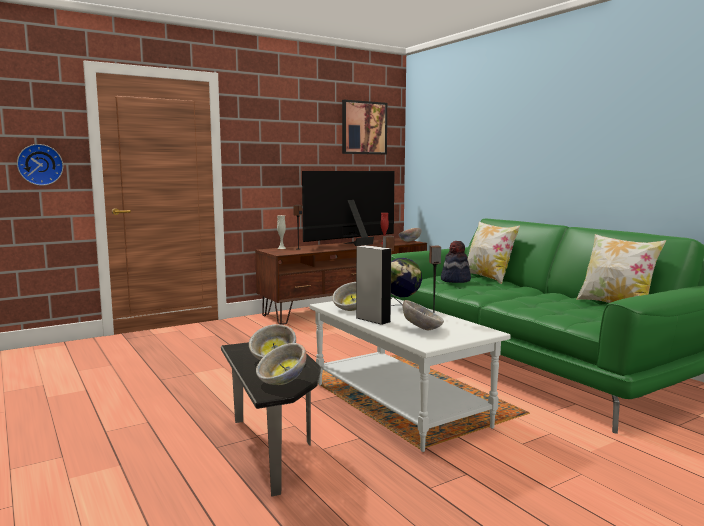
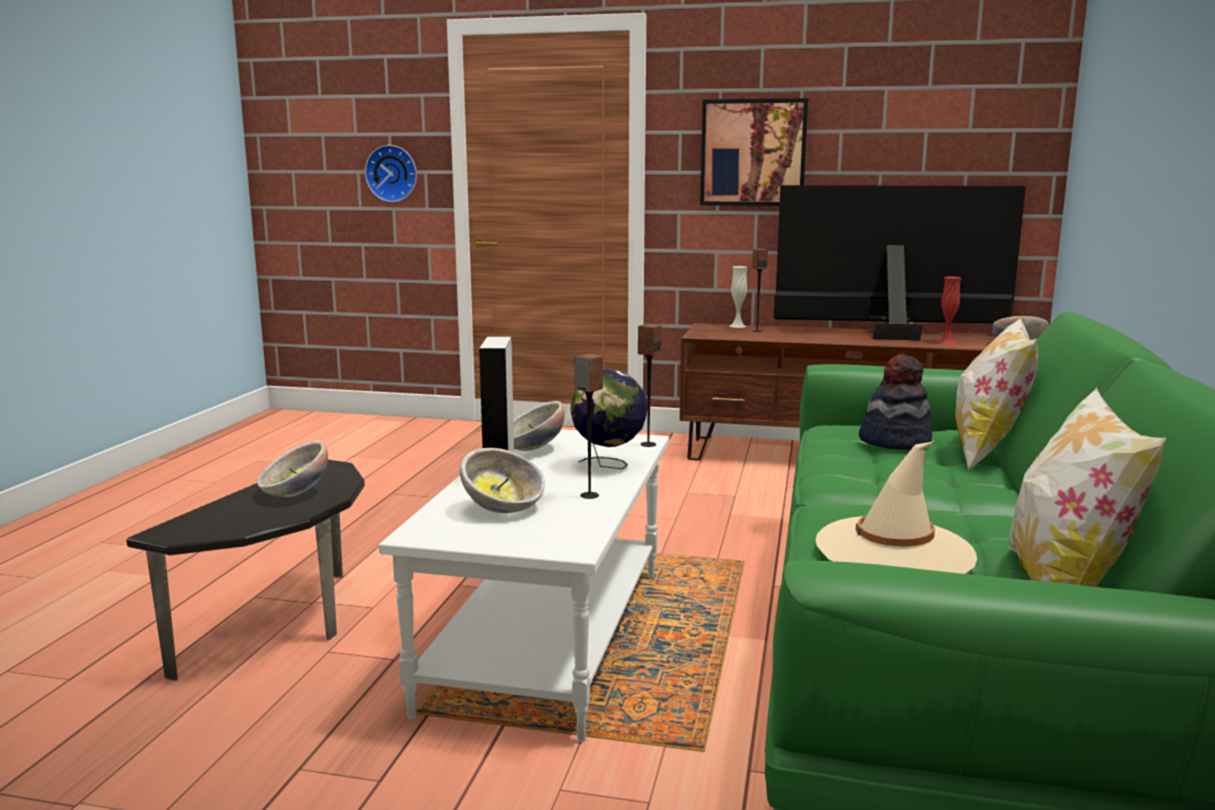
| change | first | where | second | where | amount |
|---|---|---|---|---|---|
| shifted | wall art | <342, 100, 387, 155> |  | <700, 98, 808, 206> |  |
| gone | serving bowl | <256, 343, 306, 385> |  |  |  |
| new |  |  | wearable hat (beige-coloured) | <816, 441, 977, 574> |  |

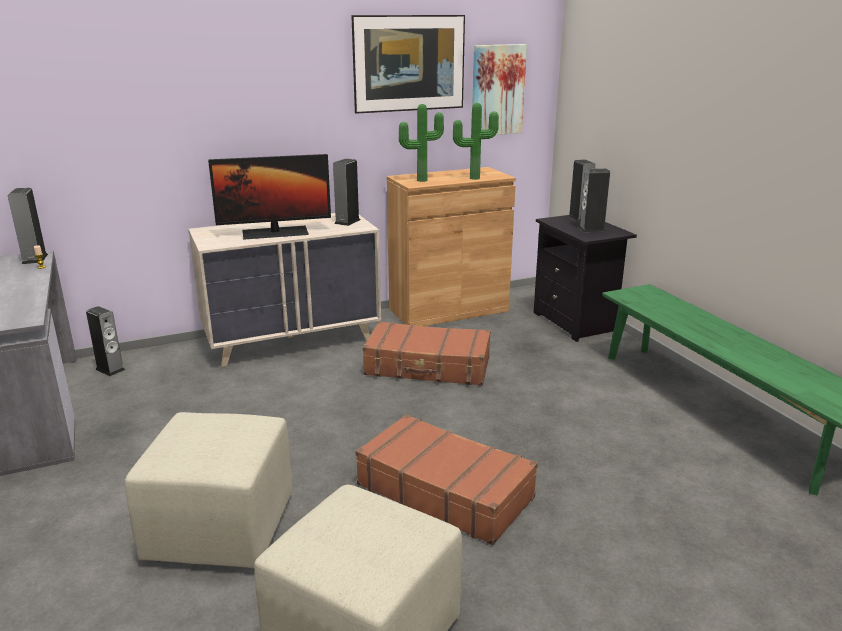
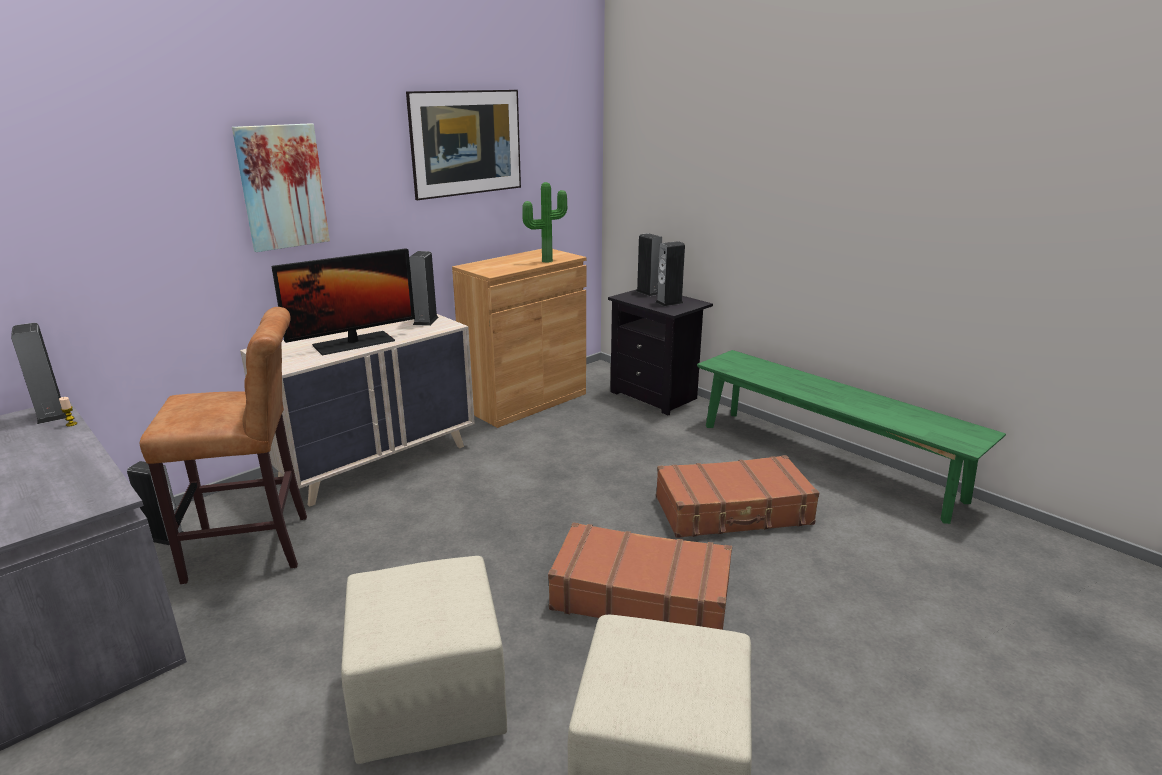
| change | first | where | second | where | amount |
|---|---|---|---|---|---|
| shifted | wall art | <472, 44, 527, 135> |  | <232, 123, 330, 252> |  |
| gone | houseplant | <399, 104, 444, 182> |  |  |  |
| shifted | travel case (brownish) | <363, 321, 491, 386> |  | <656, 455, 819, 538> |  |
| new |  |  | stool (brownish) | <140, 307, 307, 584> |  |

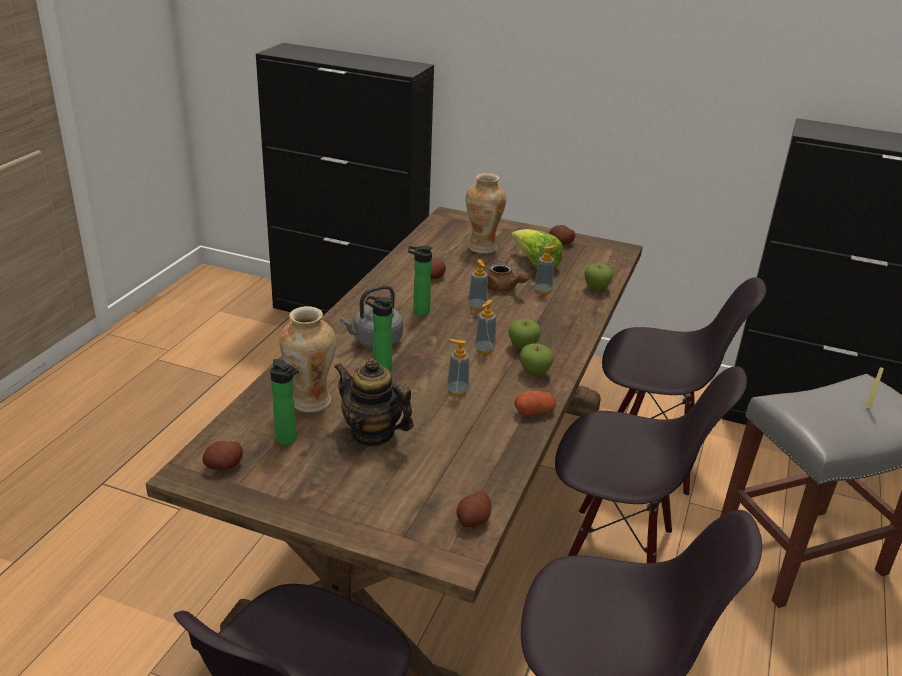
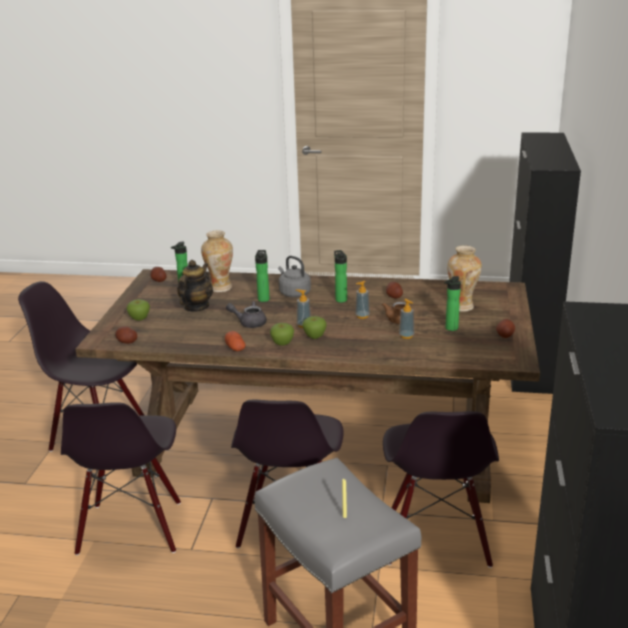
| change | first | where | second | where | amount |
|---|---|---|---|---|---|
| swapped | lettuce | <511, 229, 563, 269> | beverage bottle | <444, 276, 461, 331> |  |
| shifted | apple | <584, 263, 613, 291> |  | <127, 299, 150, 321> |  |
| swapped | soap bottle | <447, 339, 469, 396> | pot for tea (gray) | <226, 301, 267, 328> |  |

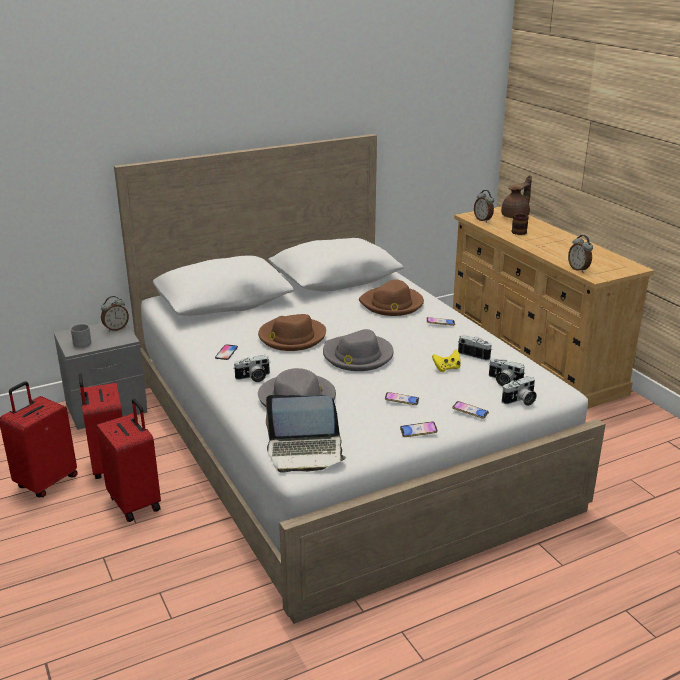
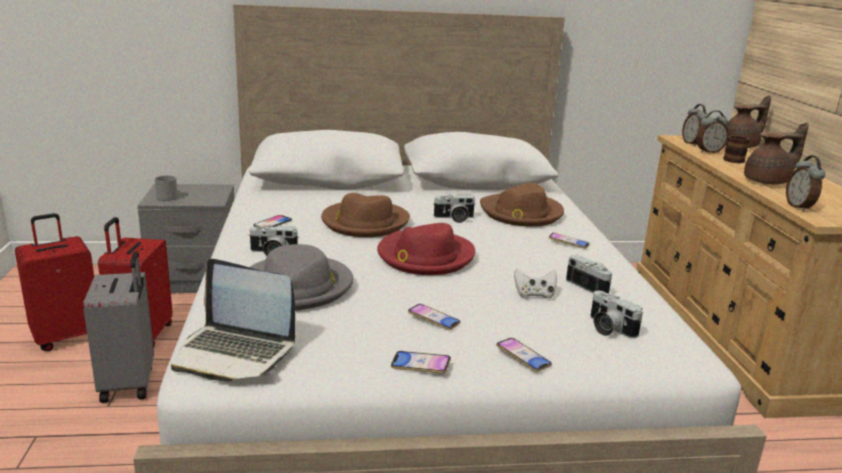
| change | first | where | second | where | amount |
|---|---|---|---|---|---|
| shifted | bedside clock | <101, 296, 129, 332> |  | <696, 110, 729, 153> |  |
| repainted | wearable hat (gray) | <323, 329, 394, 371> | wearable hat (reddish) | <377, 223, 475, 275> |  |
| repainted | gamepad (yellowish) | <432, 350, 460, 372> | gamepad (white) | <514, 269, 557, 298> |  |
| shifted | still camera | <502, 376, 537, 406> |  | <433, 195, 476, 223> |  |
| repainted | travel case (reddish) | <96, 399, 161, 522> | travel case (gray) | <83, 251, 154, 403> |  |
| new |  |  | pot for tea (brownish) | <744, 122, 809, 185> |  |

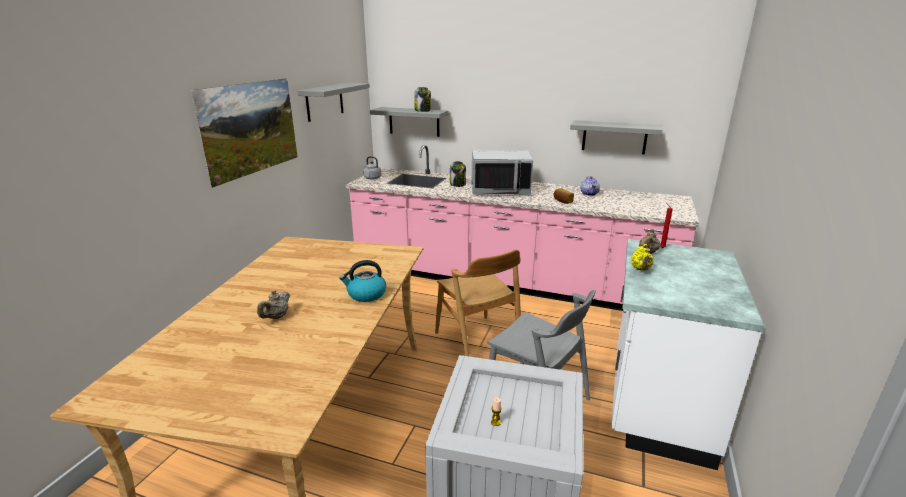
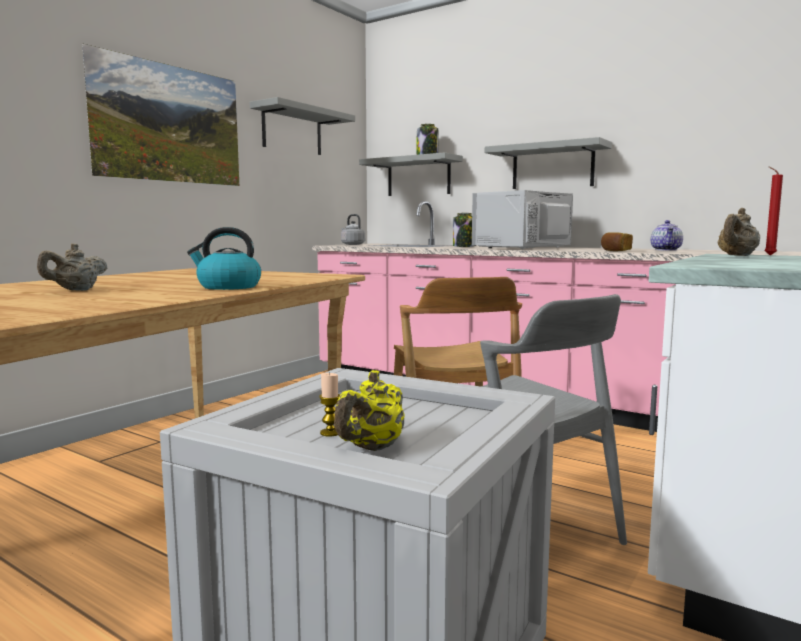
| change | first | where | second | where | amount |
|---|---|---|---|---|---|
| shifted | bracket shelf (gray) | <570, 120, 662, 154> |  | <485, 137, 612, 189> |  |
| rotated | microwave (gray) | <472, 151, 533, 195> |  | <472, 190, 573, 249> | 120 degrees clockwise |
| shifted | pot for tea (yellowish) | <631, 244, 654, 271> |  | <334, 370, 404, 451> |  |

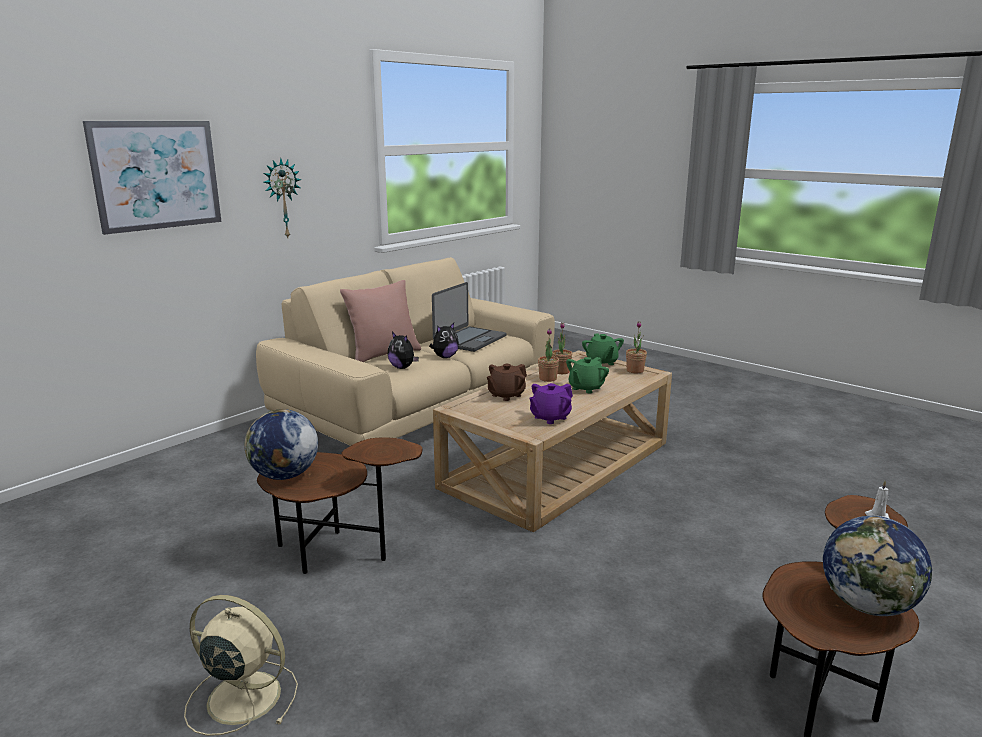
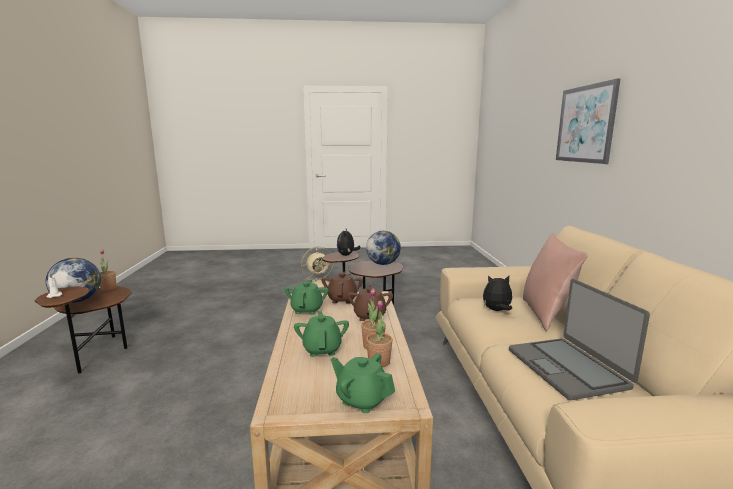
| change | first | where | second | where | amount |
|---|---|---|---|---|---|
| gone | clock on the wall | <264, 157, 301, 238> |  |  |  |
| shifted | houseplant | <626, 321, 647, 373> |  | <98, 249, 116, 291> |  |
| shifted | cuddly toy | <429, 323, 459, 358> |  | <337, 229, 361, 256> |  |
| repainted | pot for tea (purple-coloured) | <530, 383, 573, 424> | pot for tea (green) | <284, 280, 329, 315> |  |
| new |  |  | pot for tea (brownish) | <321, 272, 363, 304> |  |

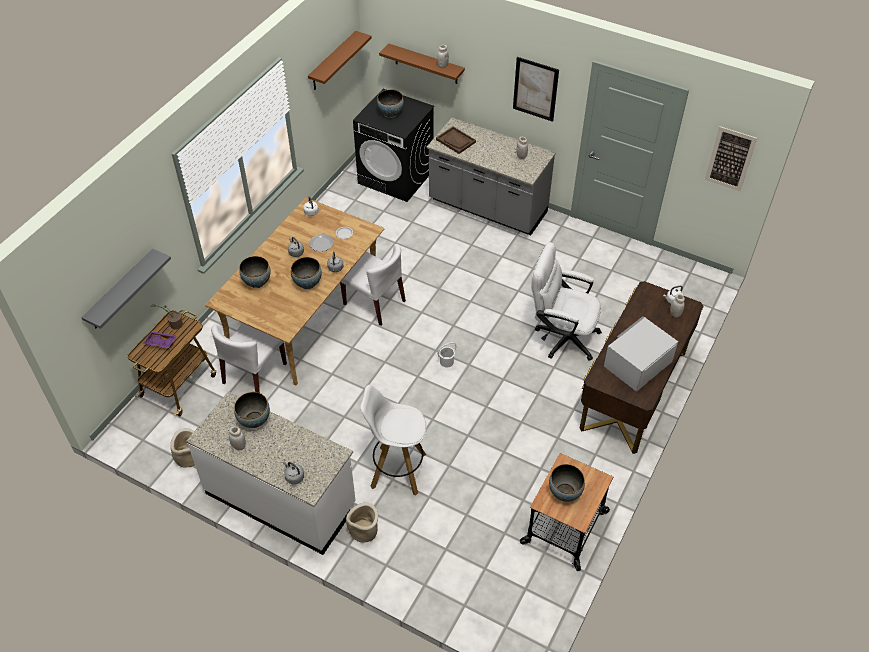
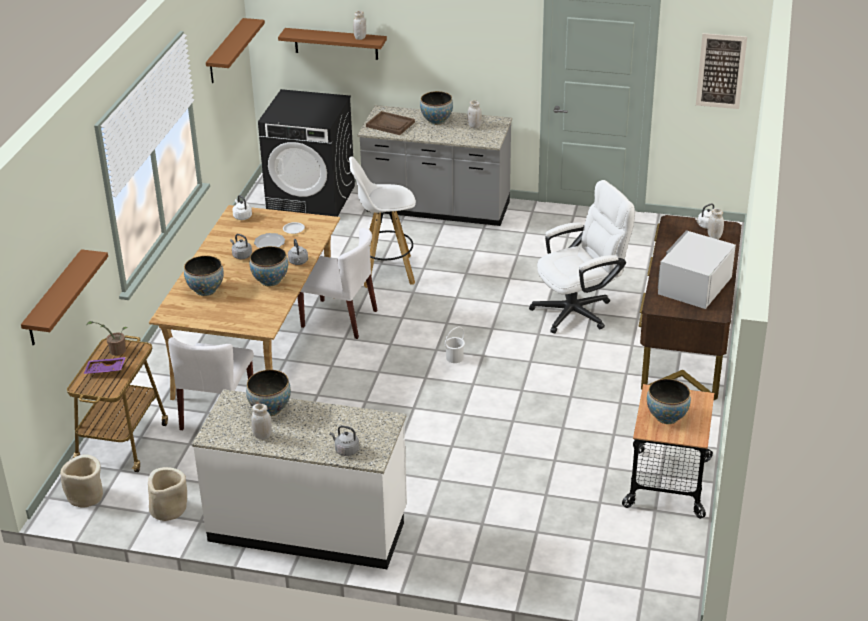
| change | first | where | second | where | amount |
|---|---|---|---|---|---|
| gone | wall art | <513, 57, 559, 122> |  |  |  |
| shifted | serving bowl | <377, 89, 404, 118> |  | <420, 91, 453, 125> |  |
| rotated | computer chair (white) | <531, 242, 602, 361> |  | <529, 180, 635, 334> | 150 degrees clockwise |
| repainted | bracket shelf (gray) | <81, 249, 171, 329> | bracket shelf (brownish) | <21, 249, 108, 346> |  |
| shifted | stool (white) | <360, 385, 426, 496> |  | <349, 156, 416, 288> |  |
| shifted | planter (beige-coloured) | <346, 502, 378, 543> |  | <60, 455, 103, 507> |  |

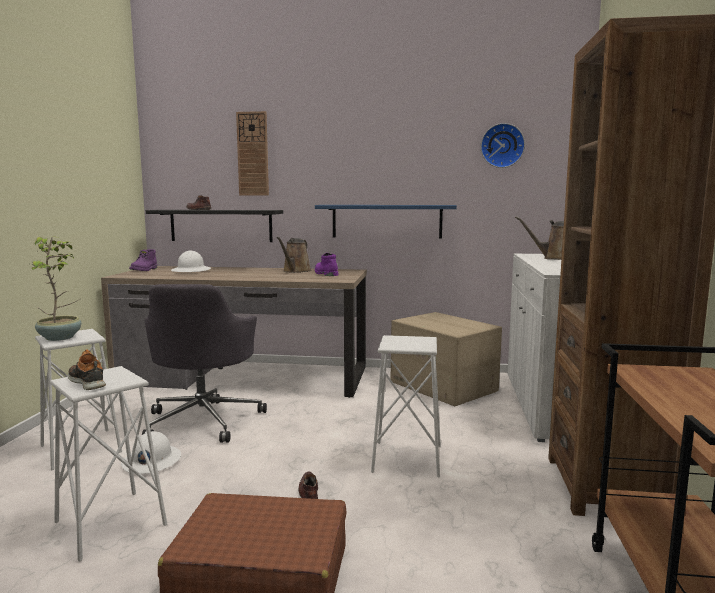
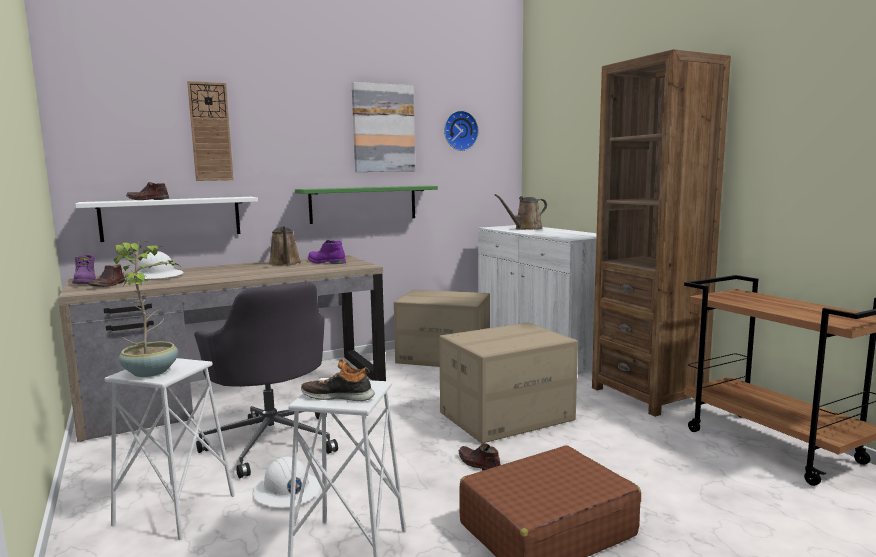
| change | first | where | second | where | amount |
|---|---|---|---|---|---|
| repainted | bracket shelf (blue-coloured) | <315, 205, 457, 239> | bracket shelf (green) | <295, 186, 438, 224> |  |
| repainted | bracket shelf (blackish) | <146, 210, 283, 242> | bracket shelf (white) | <75, 197, 258, 242> |  |
| swapped | stool (white) | <371, 335, 441, 477> | packing box | <439, 322, 578, 443> |  |
| new |  |  | wall art | <352, 82, 415, 172> |  |
| new |  |  | item of footwear (brownish) | <89, 264, 126, 287> |  |

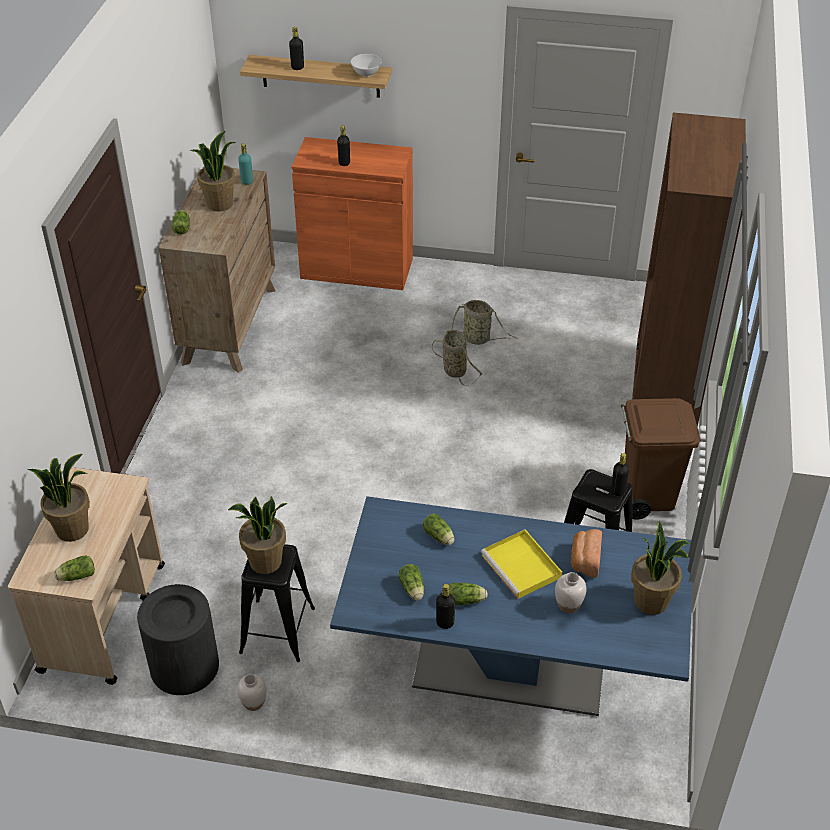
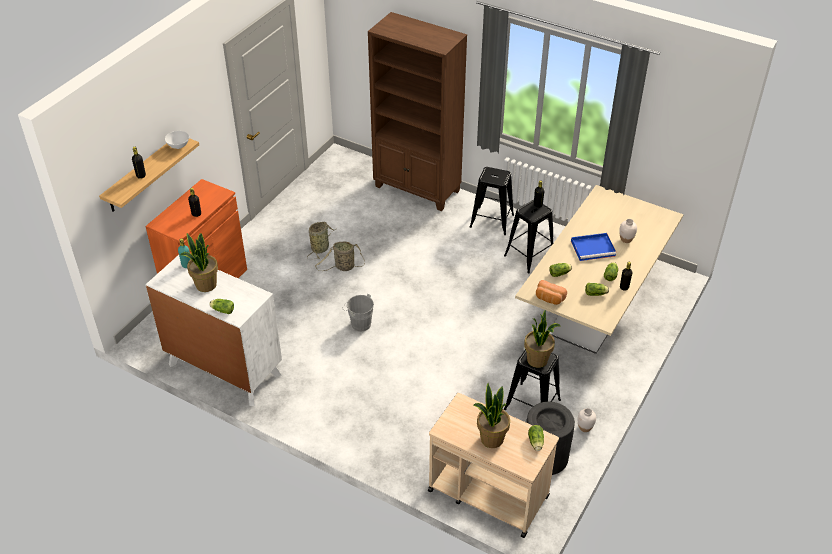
| change | first | where | second | where | amount |
|---|---|---|---|---|---|
| repainted | chest of drawers (brownish) | <159, 166, 275, 373> | chest of drawers (white) | <146, 255, 282, 406> |  |
| swapped | rubbish bin (brownish) | <621, 398, 701, 520> | stool (blackish) | <470, 167, 514, 235> |  |
| repainted | dinner table (blue-coloured) | <330, 496, 692, 716> | dinner table (beige-coloured) | <515, 185, 684, 354> |  |
| gone | houseplant | <631, 521, 690, 615> |  |  |  |
| repainted | tray (yellowish) | <481, 529, 562, 599> | tray (blue-coloured) | <571, 233, 617, 261> |  |
| shifted | baked bread | <571, 529, 602, 578> |  | <536, 280, 567, 305> |  |
| new |  |  | bucket (gray) | <343, 294, 374, 332> |  |

